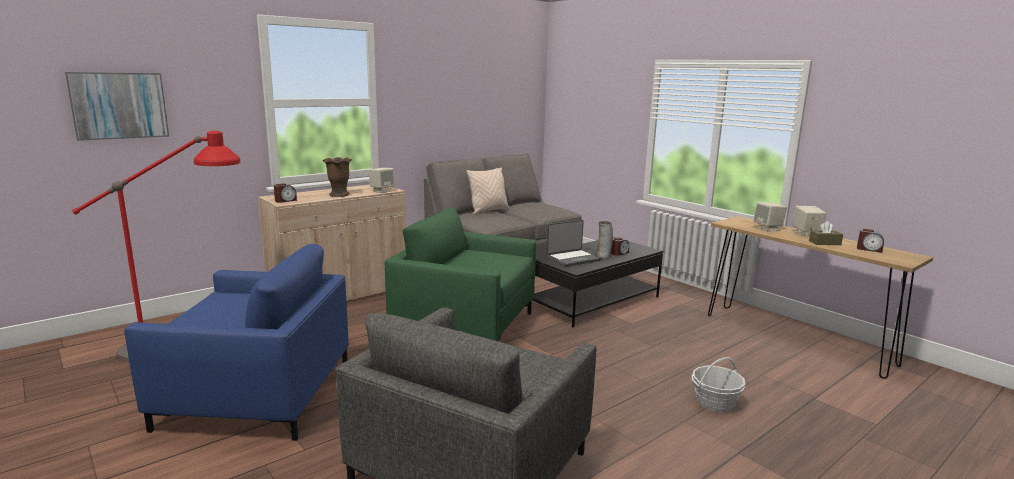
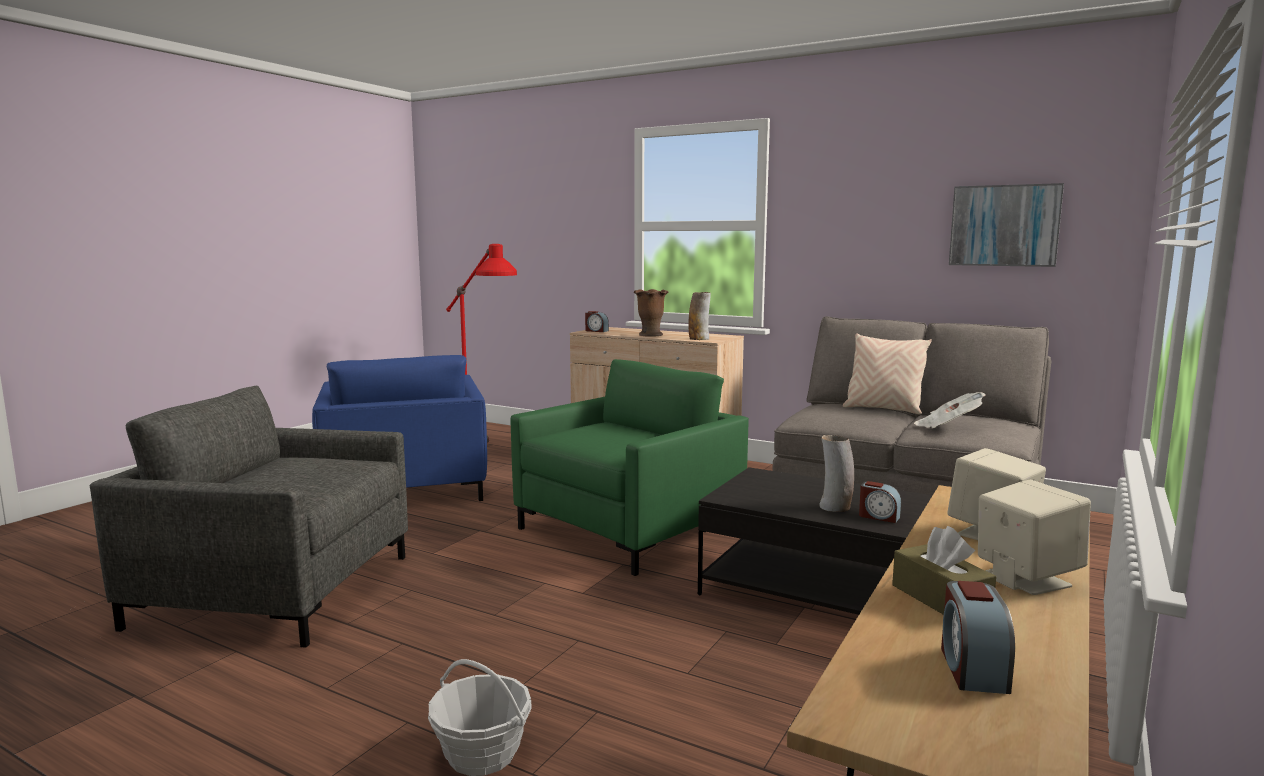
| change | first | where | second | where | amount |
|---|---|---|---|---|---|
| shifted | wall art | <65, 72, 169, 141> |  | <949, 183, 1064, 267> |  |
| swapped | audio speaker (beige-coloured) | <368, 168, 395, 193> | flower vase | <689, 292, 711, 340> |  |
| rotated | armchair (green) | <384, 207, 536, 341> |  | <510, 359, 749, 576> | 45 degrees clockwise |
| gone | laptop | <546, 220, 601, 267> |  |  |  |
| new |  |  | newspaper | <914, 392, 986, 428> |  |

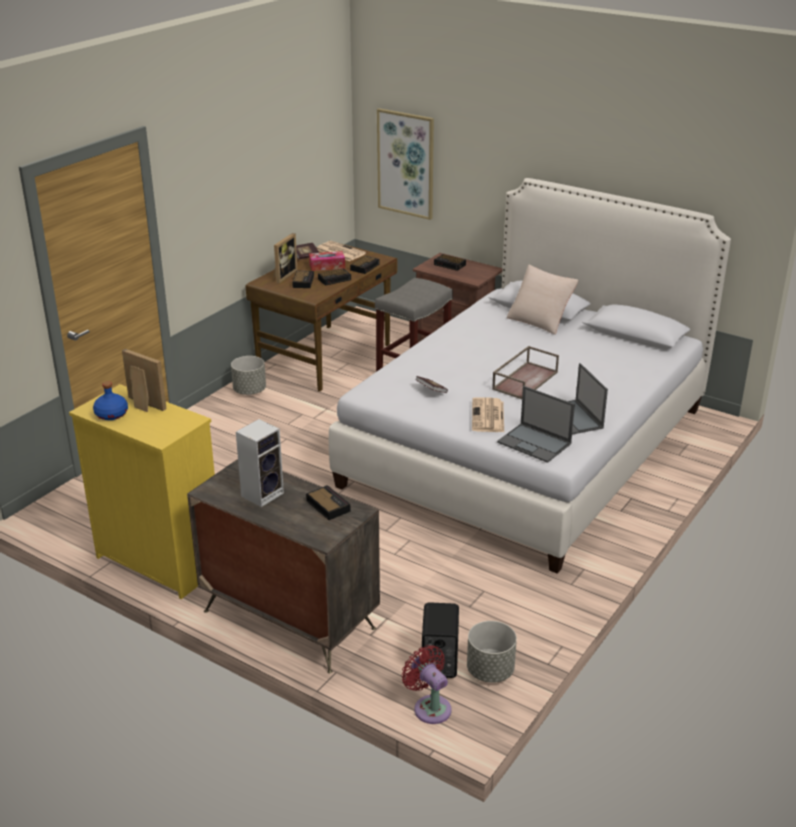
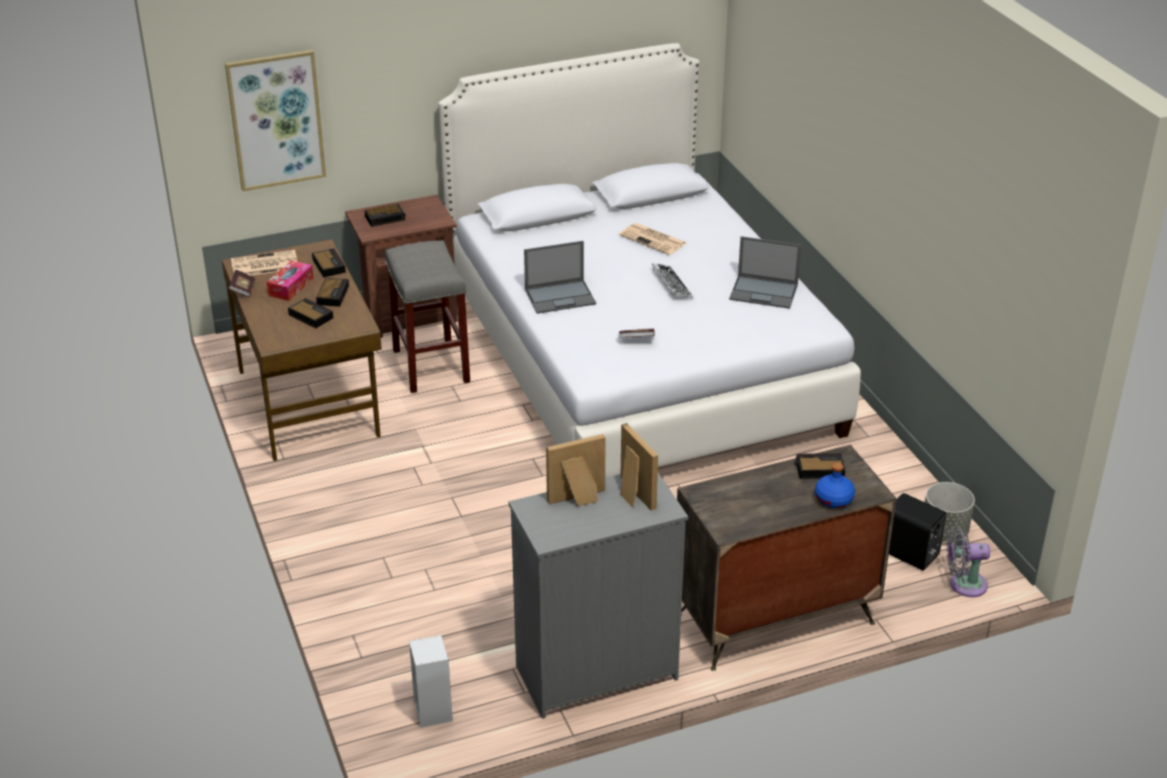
| change | first | where | second | where | amount |
|---|---|---|---|---|---|
| shifted | standing frame | <273, 233, 297, 283> |  | <620, 423, 658, 511> |  |
| gone | throw pillow (beige-coloured) | <507, 265, 579, 335> |  |  |  |
| swapped | tray (brownish) | <492, 346, 559, 399> | PC keyboard | <651, 263, 693, 298> |  |
| gone | planter (gray) | <231, 356, 266, 395> |  |  |  |
| shifted | beverage bottle (blue-coloured) | <93, 381, 128, 420> |  | <815, 463, 855, 508> |  |
| repainted | chest of drawers (yellowish) | <69, 384, 215, 599> | chest of drawers (gray) | <508, 473, 688, 719> |  |
| shifted | laptop | <497, 386, 575, 463> |  | <524, 241, 596, 314> |  |
| shifted | newspaper | <472, 397, 504, 432> |  | <619, 223, 686, 255> |  |
| shifted | audio speaker | <236, 419, 284, 507> |  | <409, 635, 453, 728> |  |
| repainted | electric fan (reddish) | <402, 645, 452, 724> | electric fan (gray) | <946, 527, 990, 597> |  |

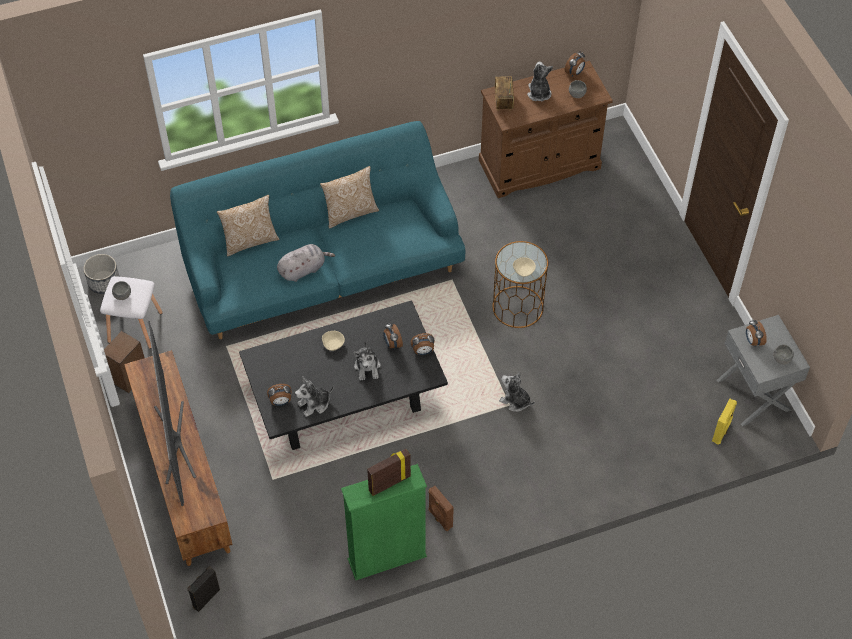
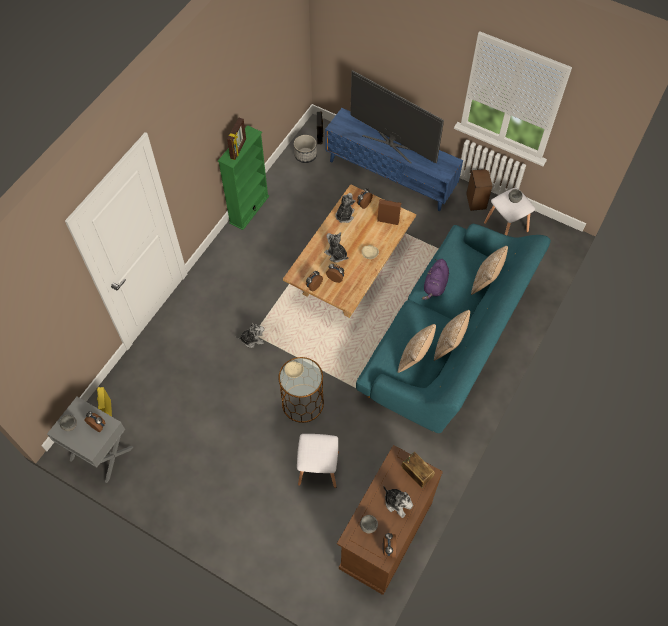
| change | first | where | second | where | amount |
|---|---|---|---|---|---|
| repainted | cuddly toy (gray) | <277, 244, 335, 282> | cuddly toy (purple-coloured) | <422, 259, 449, 300> |  |
| shifted | planter | <83, 254, 120, 294> |  | <294, 135, 317, 163> |  |
| repainted | low table (blackish) | <239, 300, 448, 450> | low table (beige-coloured) | <283, 184, 416, 318> |  |
| repainted | tv stand (brownish) | <124, 350, 232, 566> | tv stand (blue-coloured) | <325, 108, 463, 211> |  |
| shifted | audio speaker (brownish) | <429, 486, 454, 531> |  | <377, 199, 401, 225> |  |
| new |  |  | throw pillow | <397, 324, 436, 373> |  |
| new |  |  | stool (white) | <297, 434, 339, 488> |  |

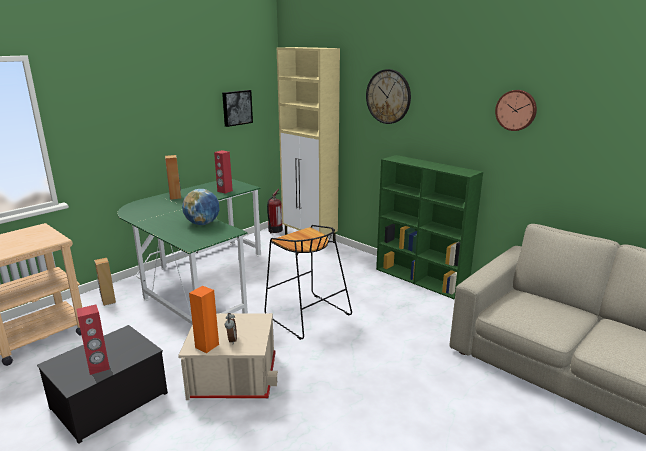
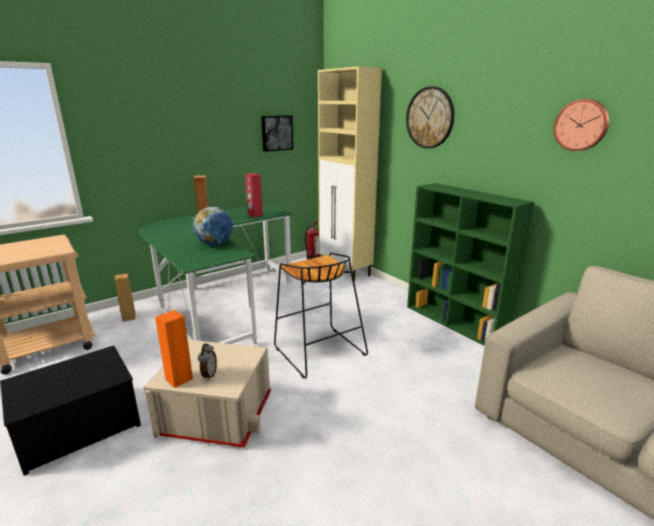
| change | first | where | second | where | amount |
|---|---|---|---|---|---|
| gone | audio speaker (reddish) | <77, 305, 110, 375> |  |  |  |

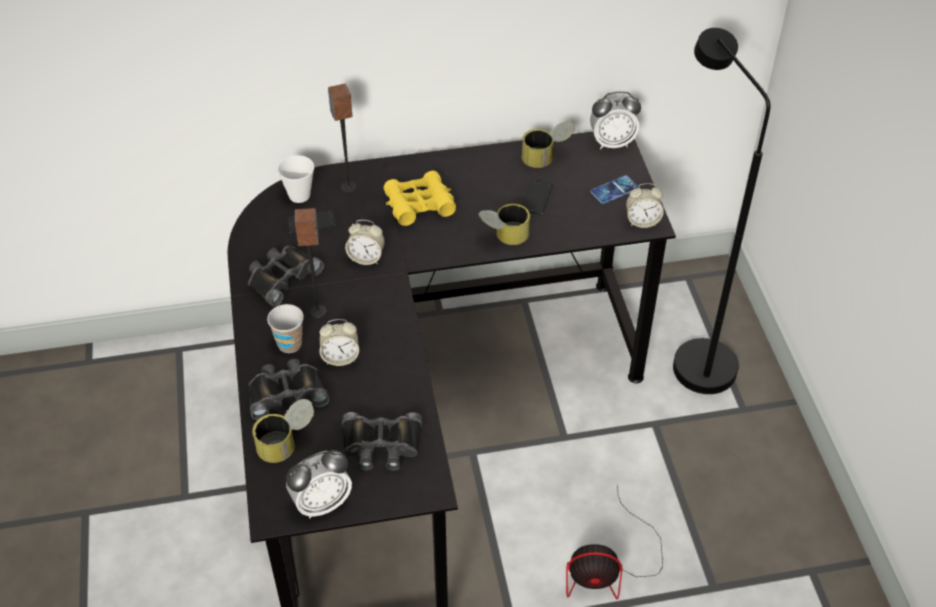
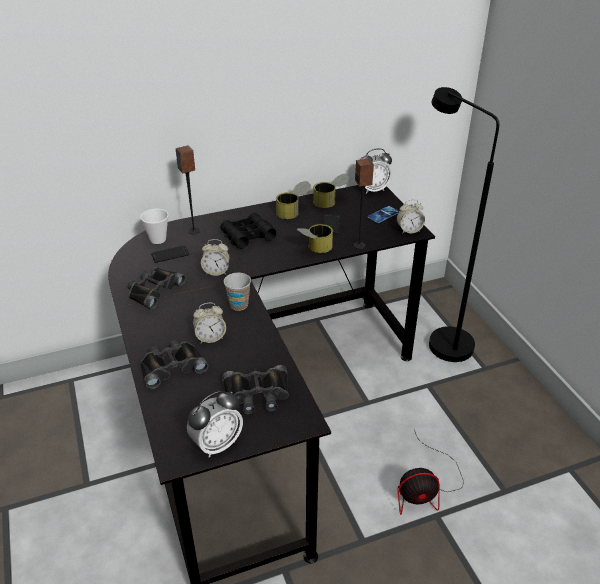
| change | first | where | second | where | amount |
|---|---|---|---|---|---|
| repainted | pair of binoculars (yellowish) | <383, 171, 456, 226> | pair of binoculars (blackish) | <220, 213, 276, 249> |  |
| shifted | audio speaker | <295, 208, 327, 318> |  | <353, 159, 374, 249> |  |
| shifted | cup | <267, 304, 304, 353> |  | <224, 273, 251, 311> |  |
| shifted | can | <252, 399, 314, 463> |  | <276, 181, 311, 219> |  |

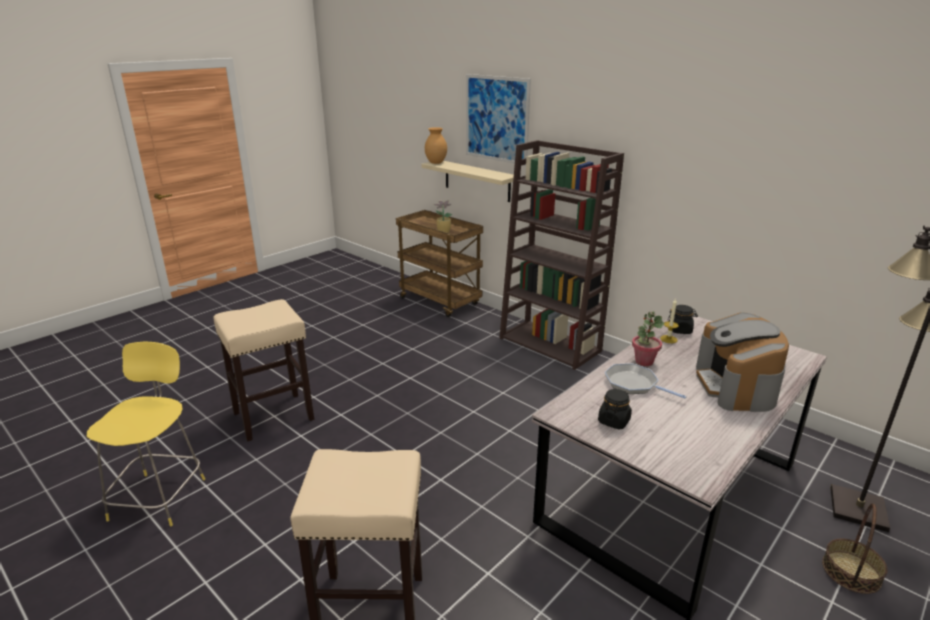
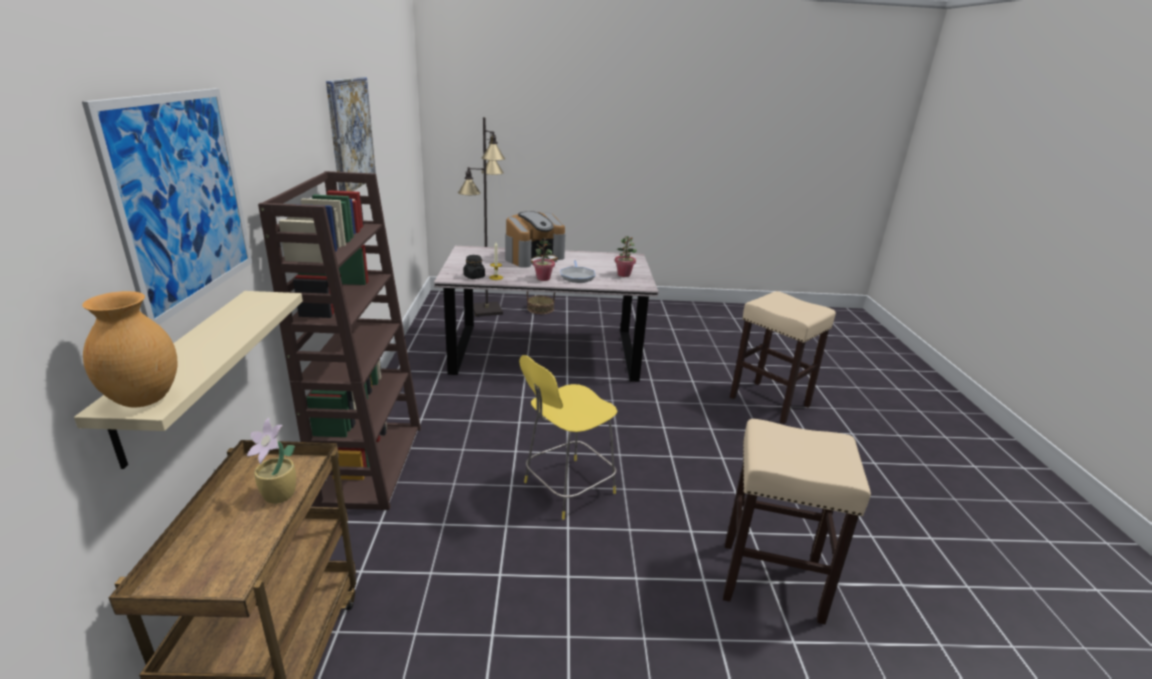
| change | first | where | second | where | amount |
|---|---|---|---|---|---|
| shifted | stool (yellowish) | <87, 342, 205, 526> |  | <519, 355, 617, 520> |  |
| swapped | storage jar (blackish) | <598, 389, 632, 429> | houseplant | <615, 236, 637, 277> |  |
| new |  |  | wall art | <326, 77, 376, 192> |  |

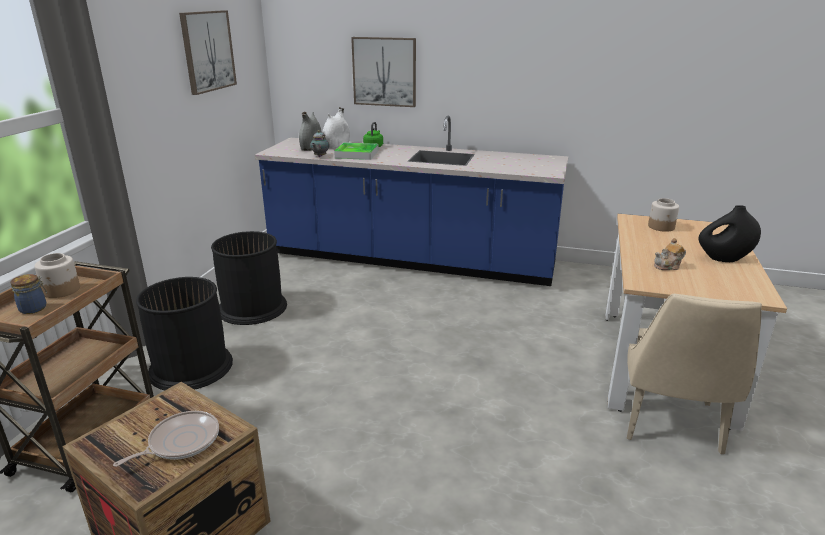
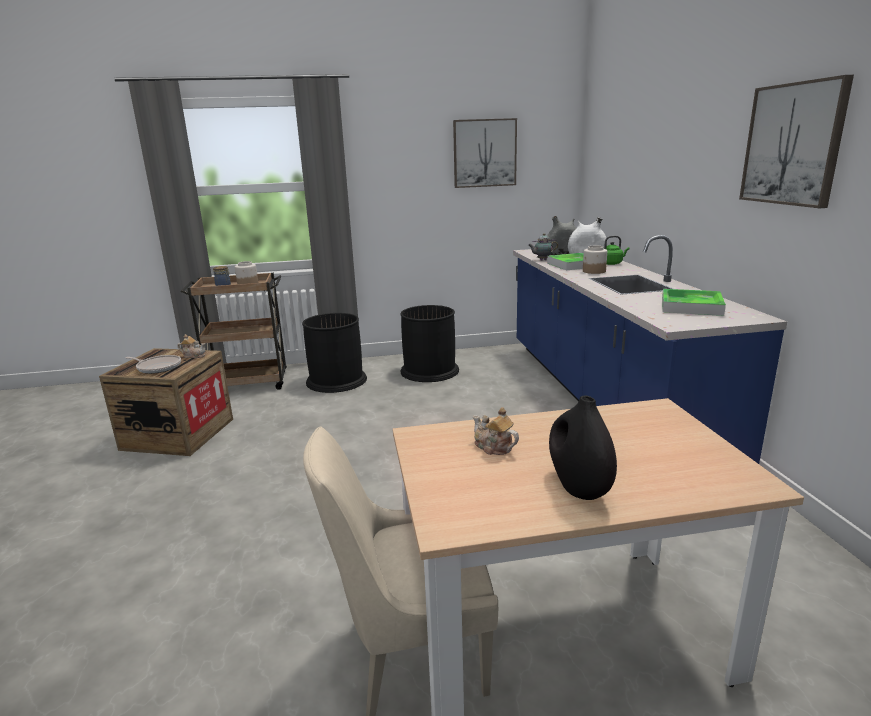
| change | first | where | second | where | amount |
|---|---|---|---|---|---|
| shifted | wall art | <351, 37, 416, 107> |  | <739, 75, 854, 208> |  |
| shifted | storage jar | <648, 198, 679, 232> |  | <583, 246, 607, 274> |  |
| new |  |  | tray | <662, 289, 726, 316> |  |
| new |  |  | pot for tea | <178, 334, 205, 358> |  |

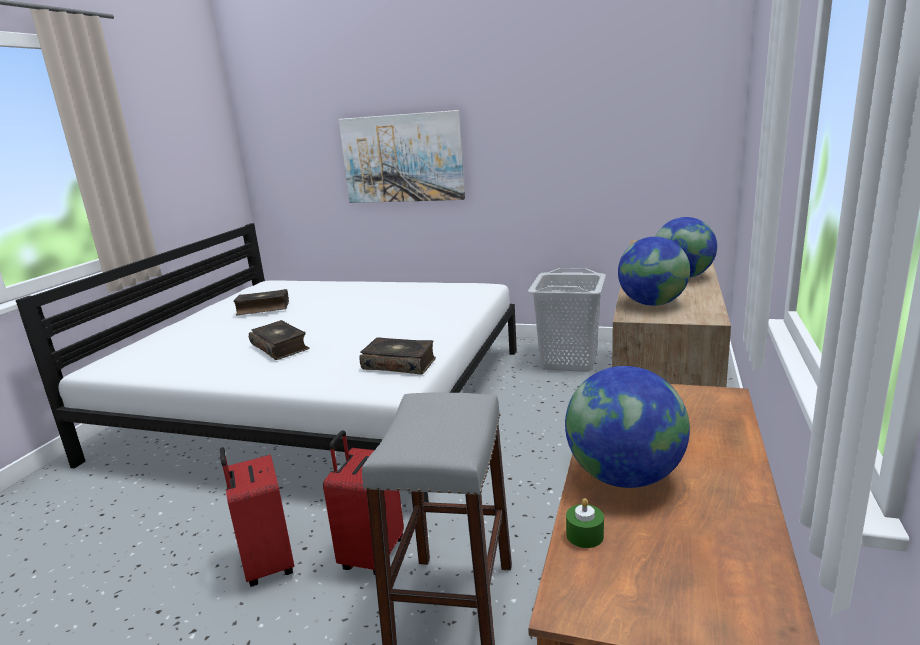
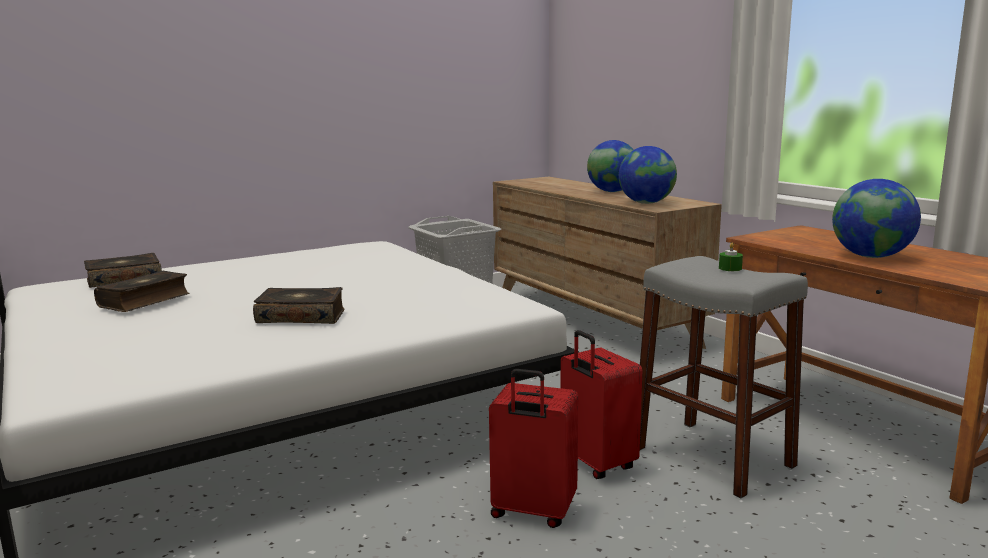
| change | first | where | second | where | amount |
|---|---|---|---|---|---|
| gone | wall art | <339, 110, 465, 203> |  |  |  |
| shifted | bound book | <360, 337, 436, 374> |  | <84, 253, 162, 288> |  |
| shifted | wax candle (green) | <566, 498, 604, 548> |  | <719, 243, 743, 271> |  |

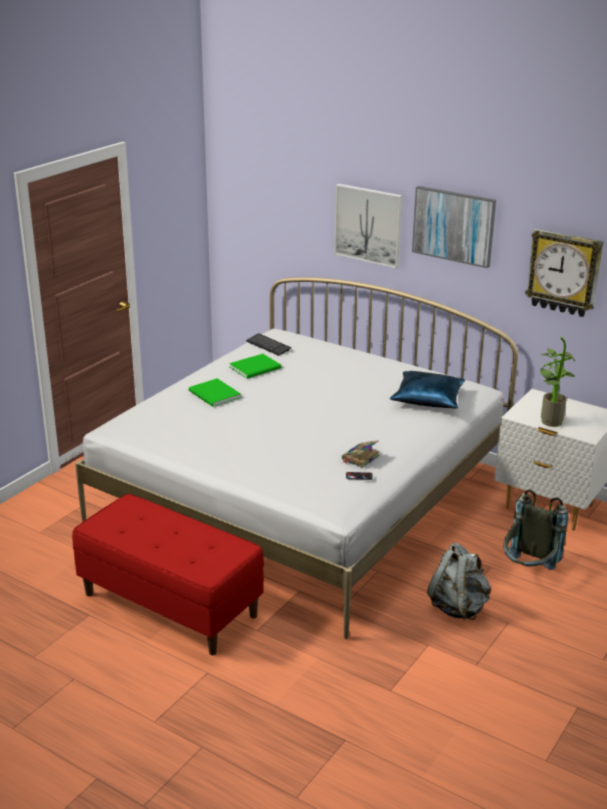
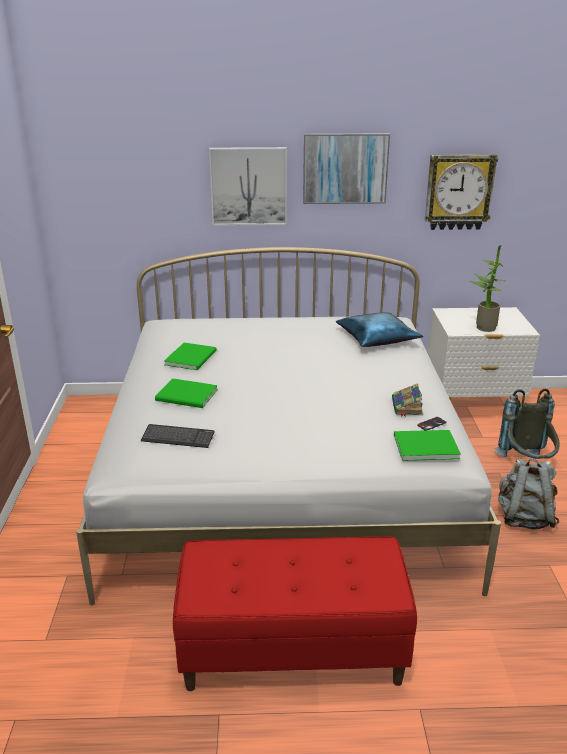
| change | first | where | second | where | amount |
|---|---|---|---|---|---|
| shifted | PC keyboard | <246, 333, 291, 356> |  | <141, 424, 214, 448> |  |
| new |  |  | bound book (green) | <394, 430, 461, 461> |  |

